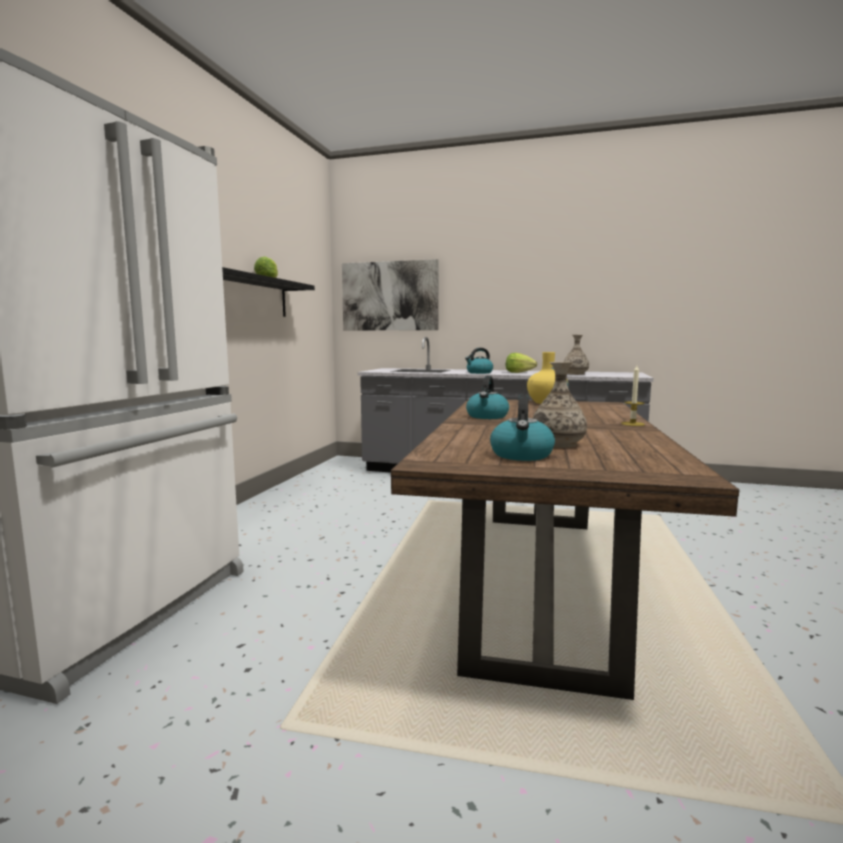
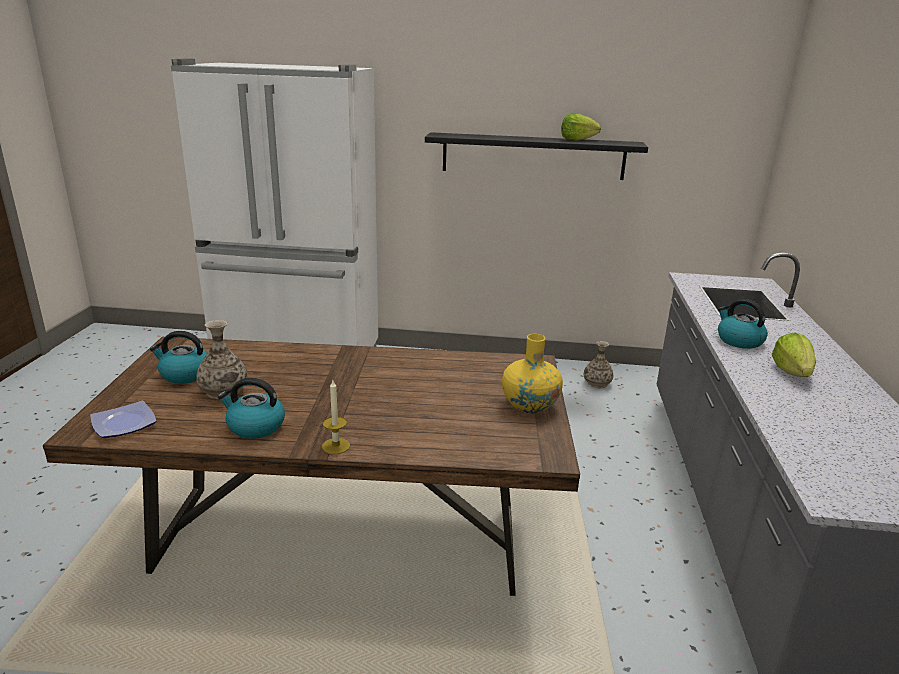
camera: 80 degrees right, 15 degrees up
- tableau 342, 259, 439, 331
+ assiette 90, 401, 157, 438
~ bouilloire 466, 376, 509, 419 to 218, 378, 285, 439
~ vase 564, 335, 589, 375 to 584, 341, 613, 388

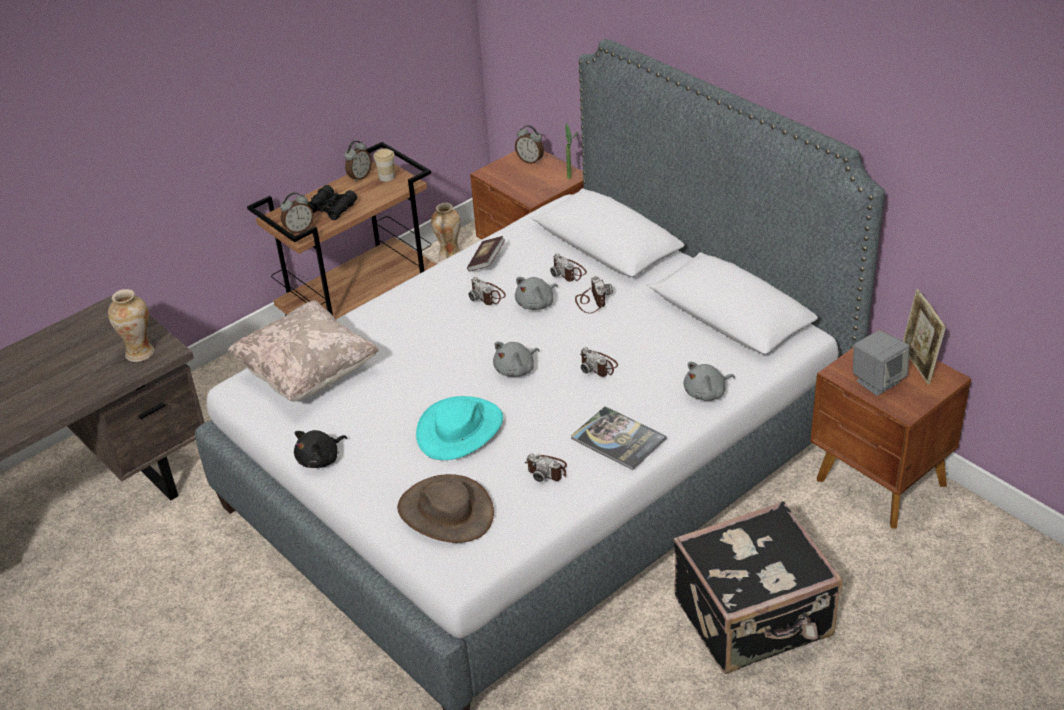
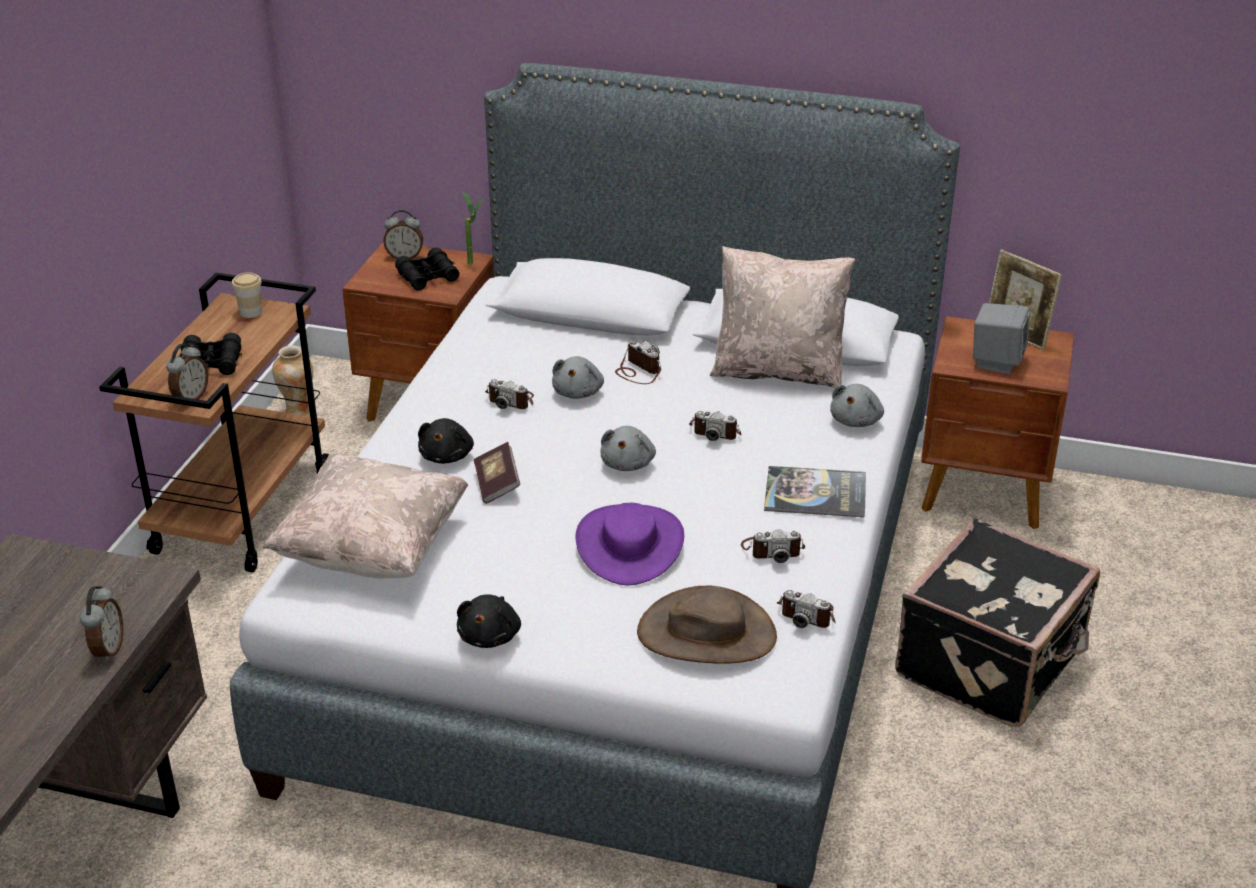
camera: 35 degrees left, 5 degrees down
- vase 108, 289, 154, 362
+ jumelles [noir] 395, 248, 459, 291
+ peluche [noir] 418, 418, 474, 464
+ coussin [beige] 710, 246, 855, 389
~ réveil 344, 141, 372, 182 to 80, 585, 123, 662
~ livre 467, 236, 505, 272 to 474, 442, 520, 504
~ appareil photo 550, 253, 587, 281 to 777, 590, 835, 628
~ chapeau [turquoise] 416, 396, 503, 460 to chapeau [violet] 576, 503, 684, 585

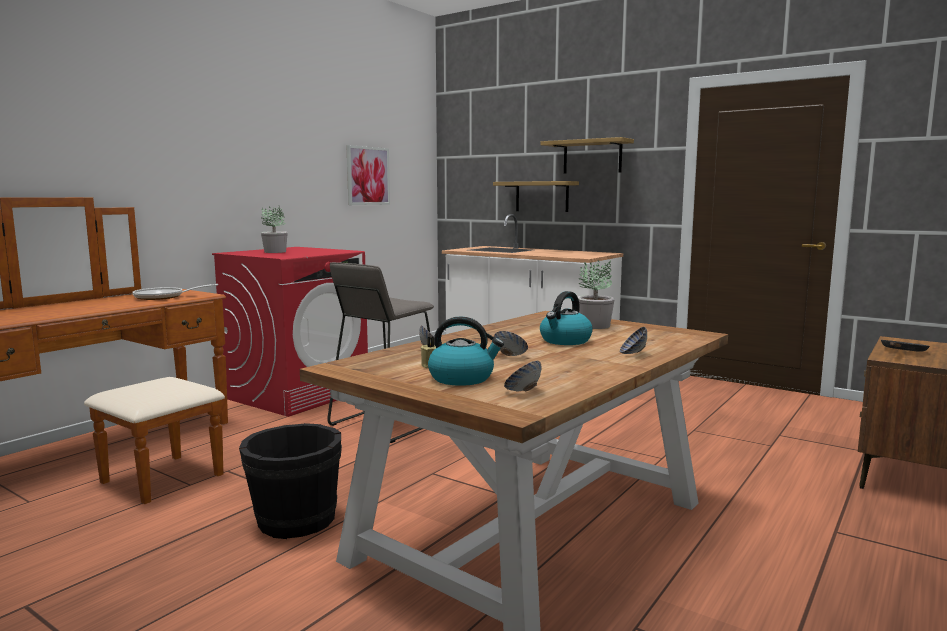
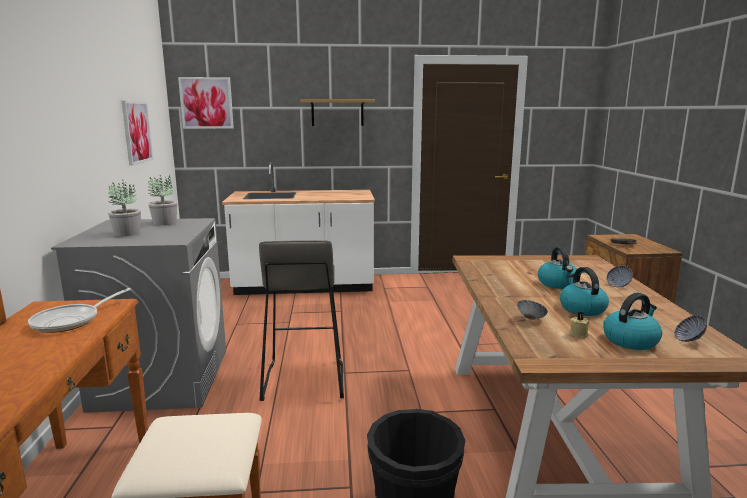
camera: 40 degrees left, 5 degrees up
- étagère 493, 181, 579, 212
+ tableau 178, 77, 234, 129
~ plante en pot 578, 260, 615, 329 to 148, 175, 177, 225
~ bol 494, 331, 528, 356 to bouilloire 560, 267, 609, 316
~ lave-linge [rouge] 212, 247, 368, 417 to lave-linge [gris] 51, 218, 226, 413

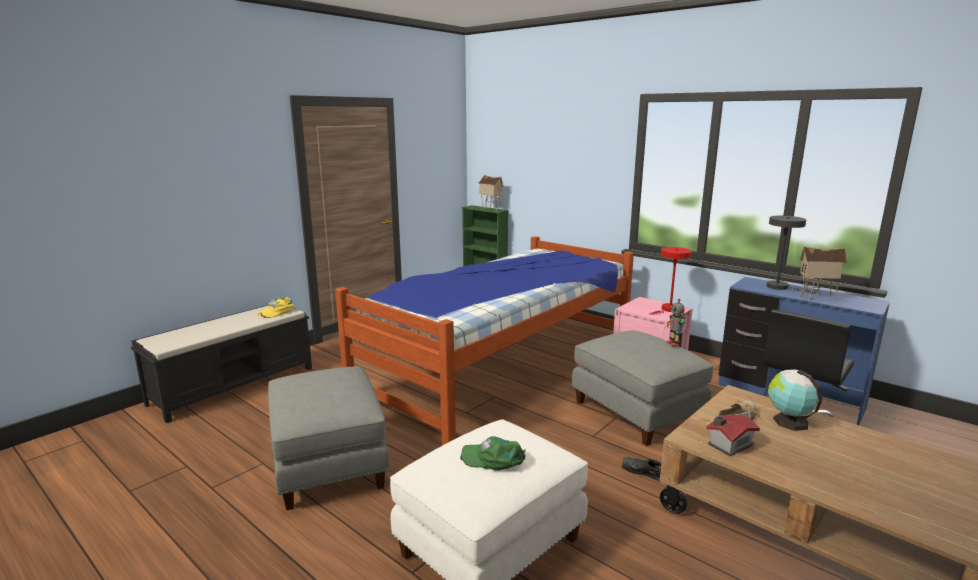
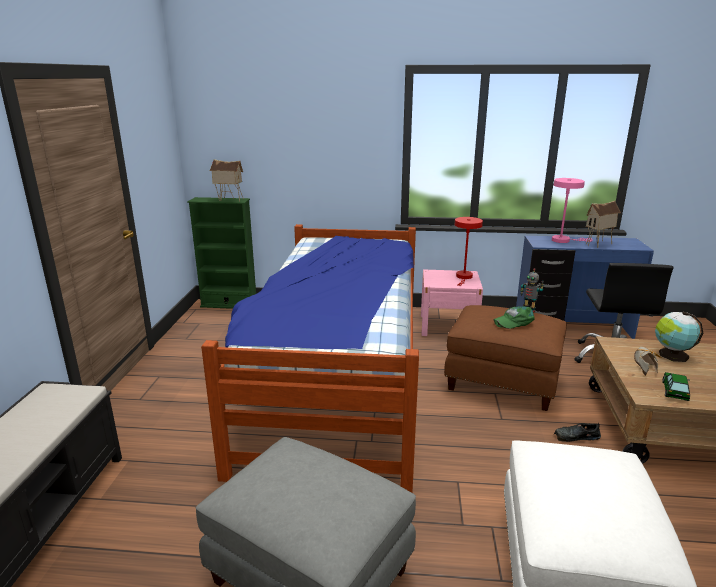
camera: 35 degrees left, 5 degrees up
- casquette [jaune] 258, 297, 294, 318
~ casquette [vert] 460, 436, 526, 470 to 494, 306, 534, 329
~ maison miniature 706, 415, 760, 456 to petite voiture 662, 372, 690, 401
~ pouf [gris] 572, 330, 714, 446 to pouf [marron] 444, 305, 567, 411
~ lampe de table [gris] 766, 216, 817, 294 to lampe de table [rose] 552, 178, 592, 243

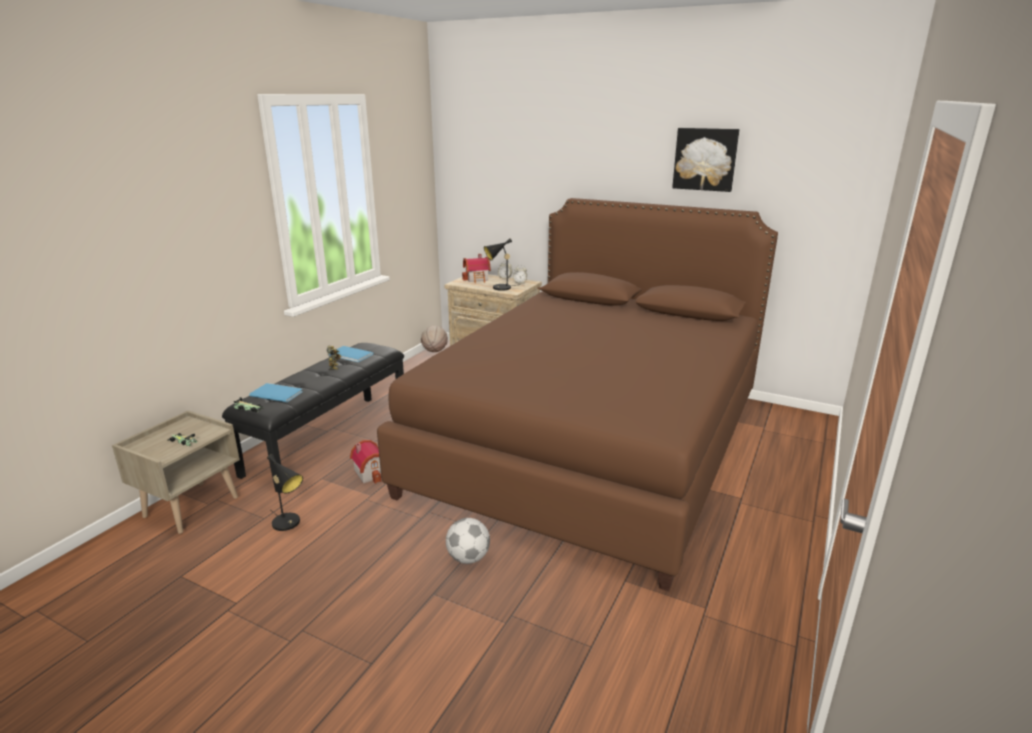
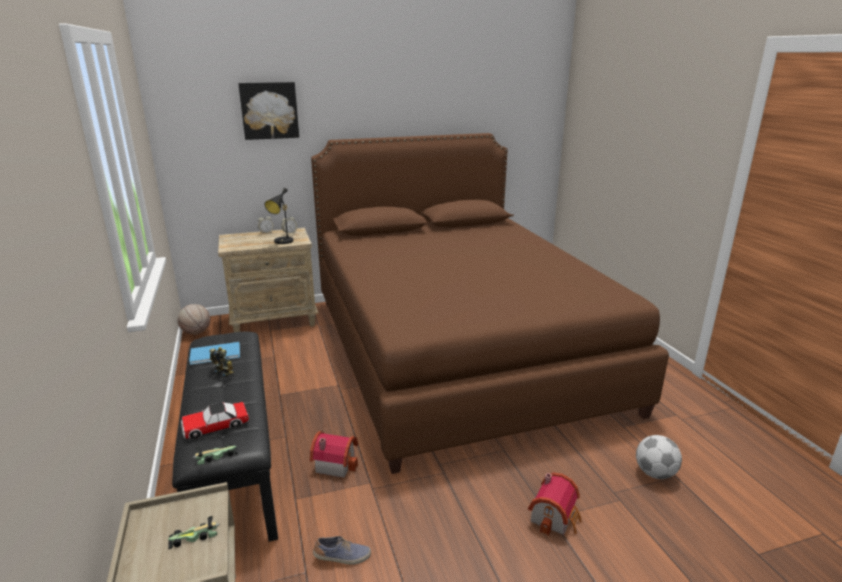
camera: 45 degrees left, 0 degrees up
~ ballon de foot 446, 518, 490, 564 to 636, 435, 682, 479
~ maison miniature 462, 254, 491, 283 to 528, 473, 582, 536
~ tableau 672, 128, 739, 192 to 238, 82, 299, 140
~ livre [bleu] 249, 383, 303, 402 to petite voiture 181, 402, 249, 439
~ lampe de table [noir] 267, 454, 303, 531 to chaussure 313, 536, 371, 565

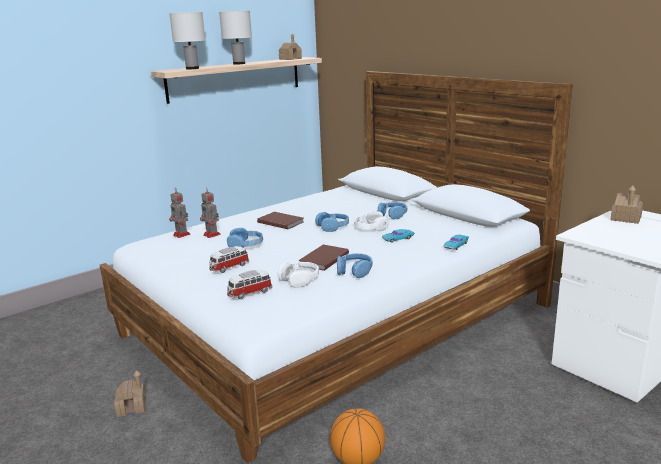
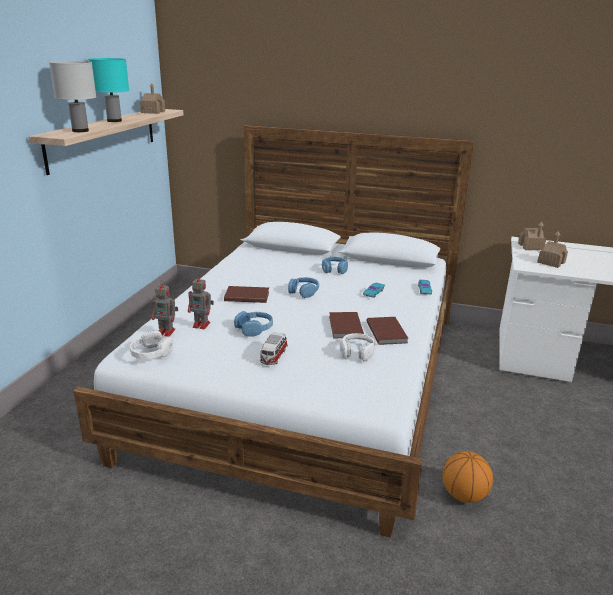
camera: 35 degrees left, 5 degrees up
- petite voiture 227, 270, 272, 299
~ maison miniature 114, 370, 146, 417 to 537, 231, 568, 268
~ casque audio [blanc] 354, 211, 388, 231 to 130, 331, 173, 359
~ casque audio [bleu] 337, 253, 372, 278 to livre [marron] 366, 317, 409, 345
~ lampe de table [blanc] 219, 11, 252, 65 to lampe de table [turquoise] 88, 58, 129, 122

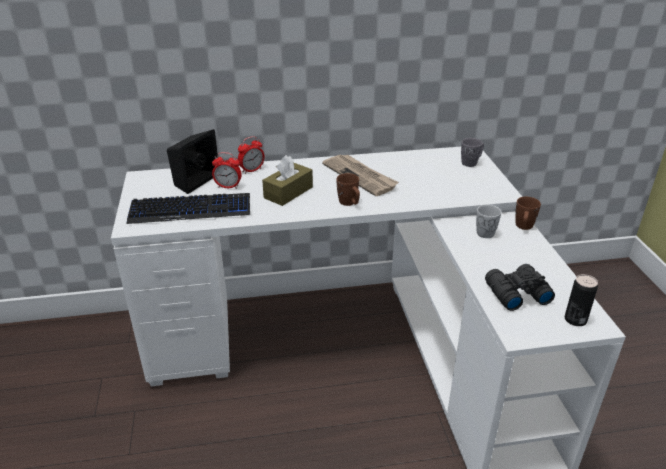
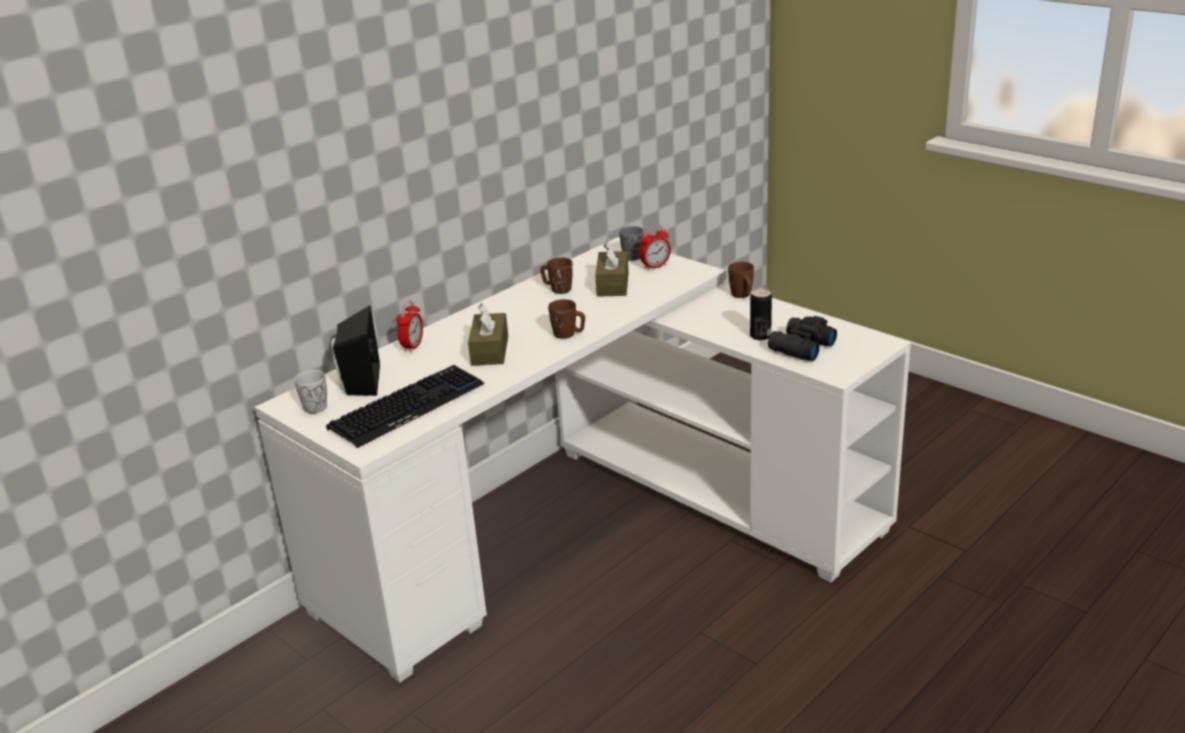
camera: 35 degrees left, 5 degrees down
- journal 322, 154, 399, 196
+ mug [marron] 540, 257, 573, 294
+ boîte à mouchoirs [marron] 595, 240, 629, 297
~ réveil 212, 152, 242, 189 to 639, 225, 671, 270
~ mug [blanc] 476, 204, 501, 238 to 294, 370, 327, 414
~ boîte métallique 565, 274, 598, 326 to 750, 288, 772, 340

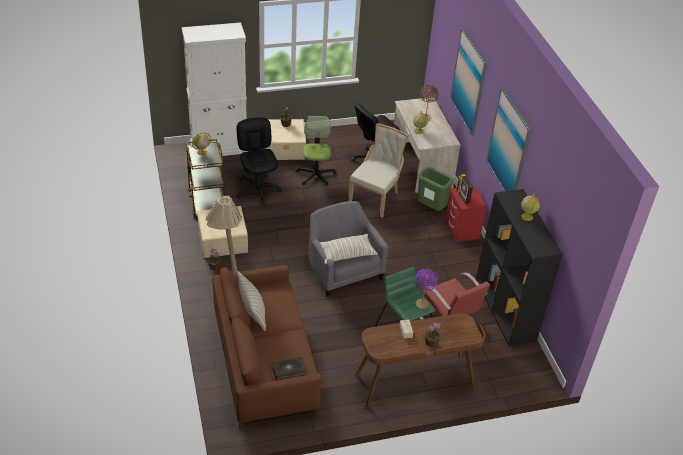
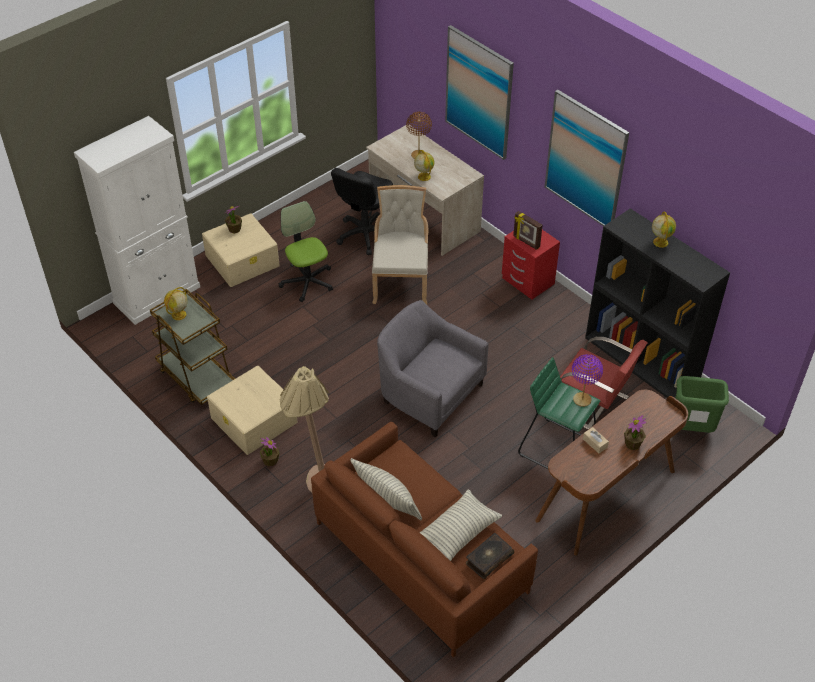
camera: 25 degrees left, 5 degrees up
- chaise de bureau [noir] 236, 117, 282, 205
~ coussin 320, 234, 377, 264 to 420, 489, 502, 561
~ poubelle [vert] 418, 167, 454, 211 to 675, 376, 729, 433

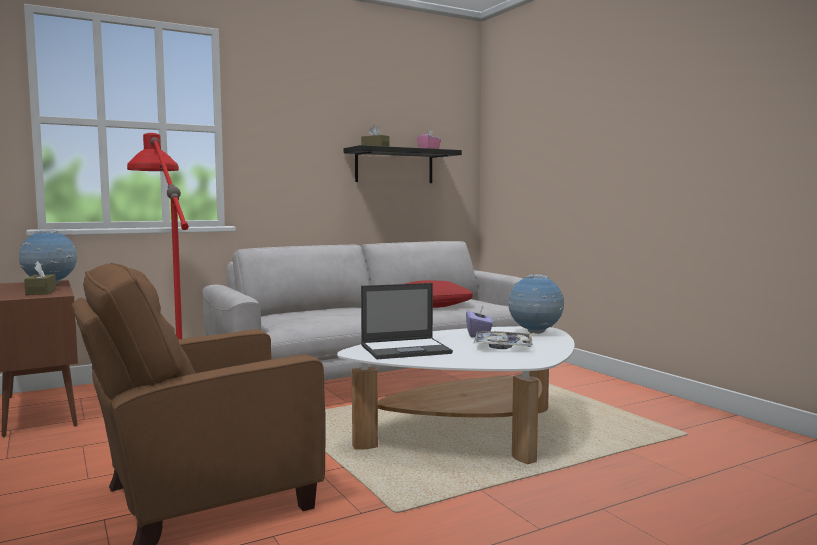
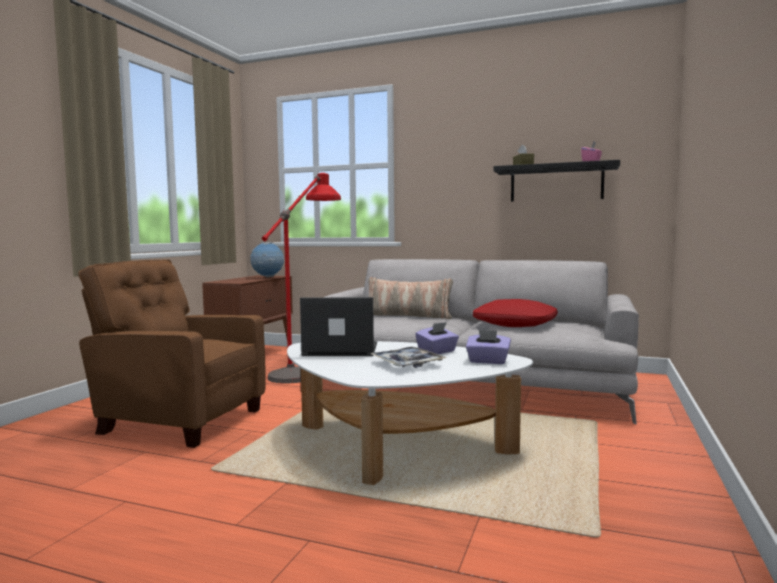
camera: 50 degrees right, 0 degrees up
- boîte à mouchoirs [marron] 24, 261, 56, 295
+ coussin 368, 277, 453, 319
~ globe 508, 274, 564, 334 to boîte à mouchoirs [violet] 466, 329, 511, 364
~ ordinateur portable 361, 283, 453, 359 = 300, 297, 377, 356 150 degrees clockwise

